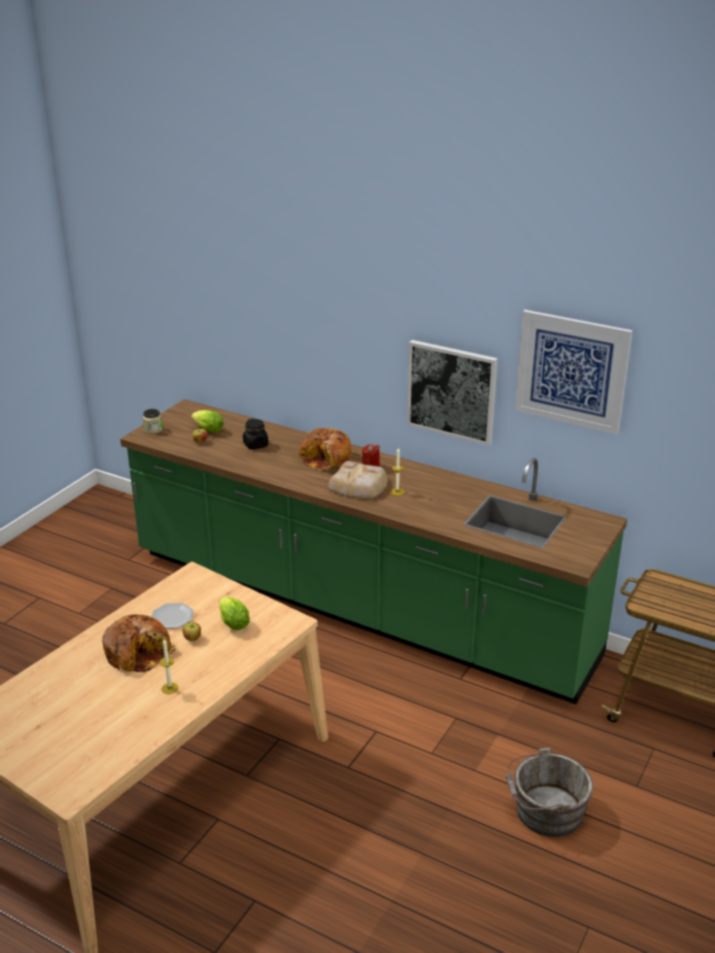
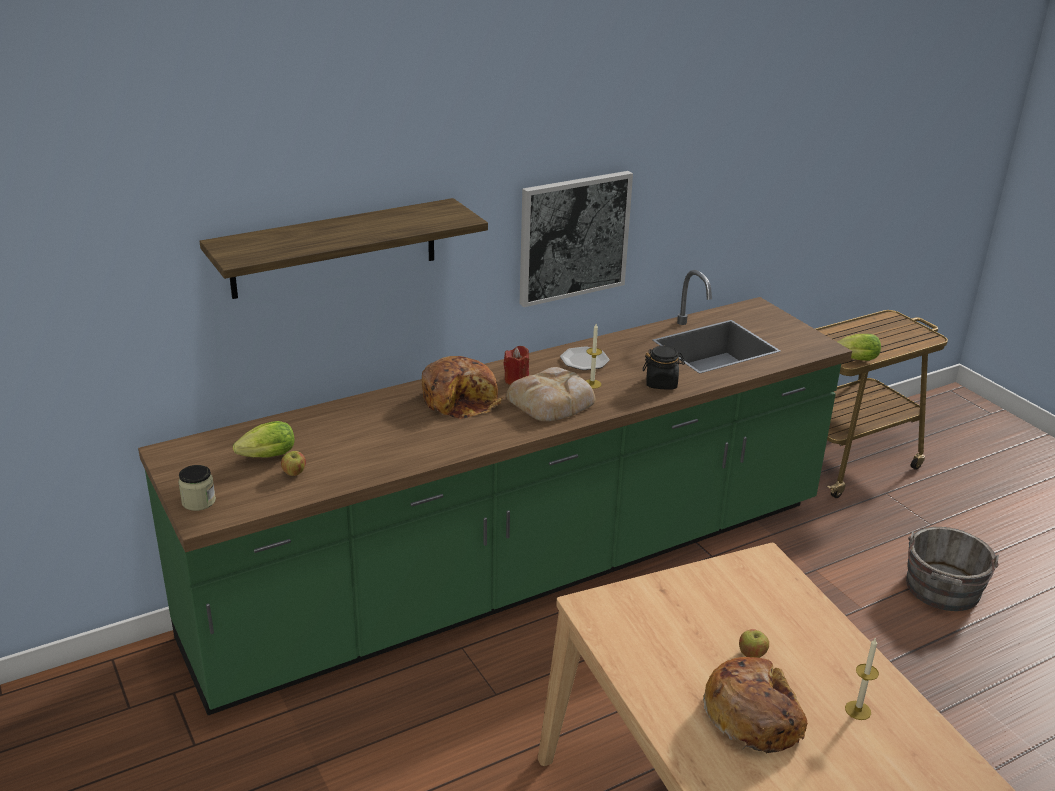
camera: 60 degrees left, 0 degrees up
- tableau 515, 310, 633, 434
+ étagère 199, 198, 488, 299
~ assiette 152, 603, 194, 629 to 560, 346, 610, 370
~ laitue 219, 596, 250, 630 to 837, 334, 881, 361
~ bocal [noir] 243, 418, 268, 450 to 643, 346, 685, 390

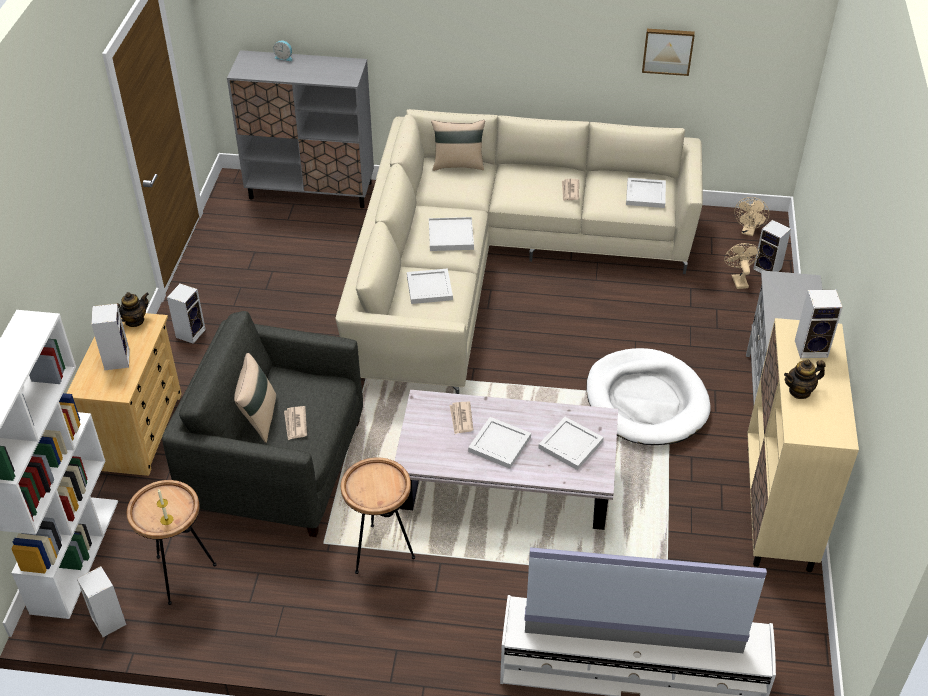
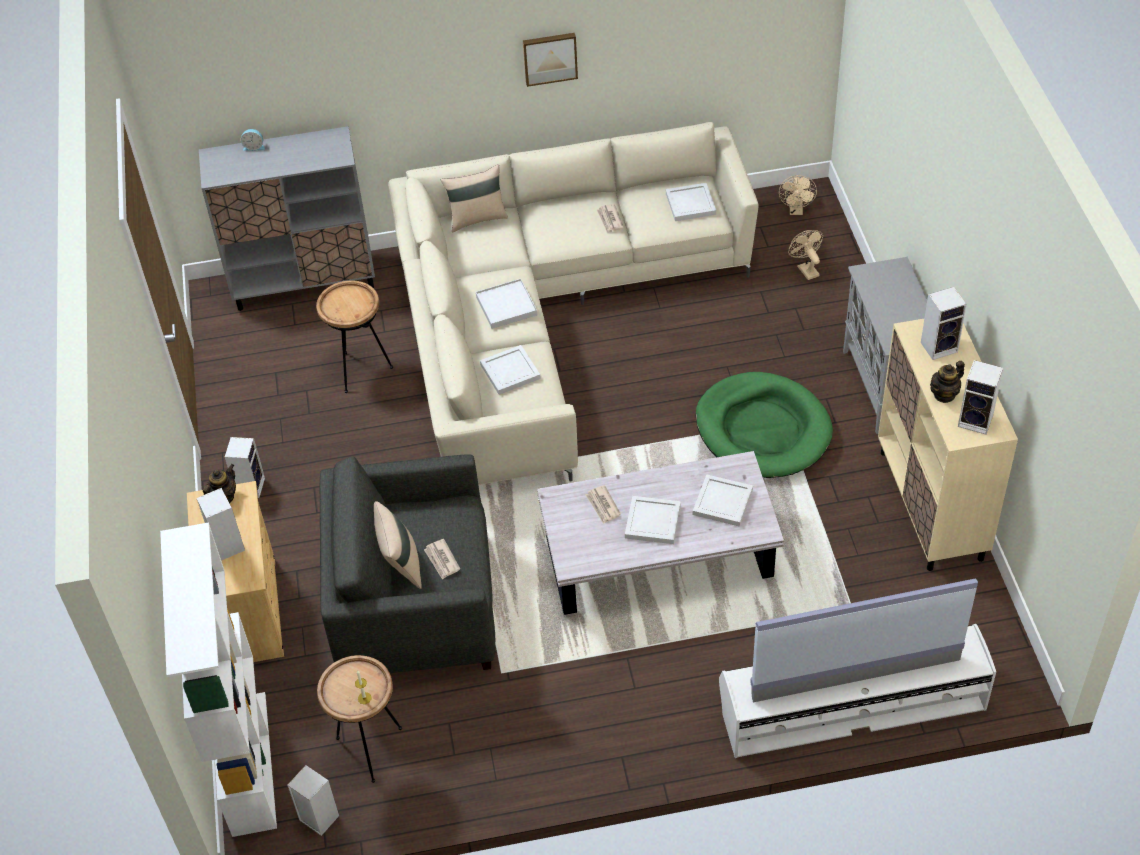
camera: 15 degrees left, 5 degrees up
~ table d'appoint [marron] 341, 458, 415, 574 to 316, 280, 393, 393
~ tableau 642, 29, 695, 76 to 523, 33, 578, 87
~ enceinte 753, 220, 791, 273 to 958, 360, 1003, 435
~ panier pour chien [blanc] 586, 348, 710, 445 to panier pour chien [vert] 696, 372, 833, 478

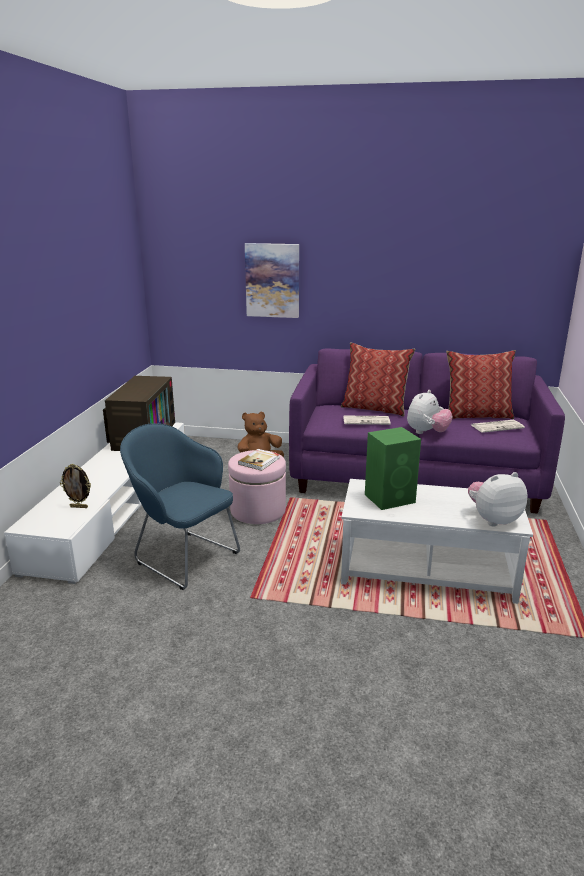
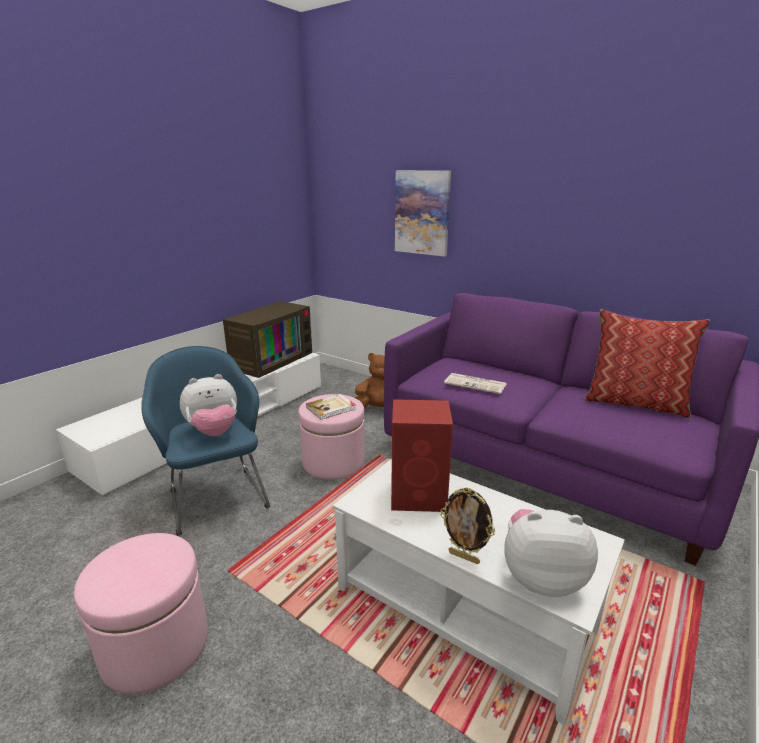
camera: 25 degrees right, 0 degrees up
- coussin 341, 342, 415, 417
- journal 472, 420, 525, 433
+ pouf [rose] 74, 533, 208, 694
~ cadre photo 60, 464, 91, 508 to 440, 487, 495, 564
~ peluche 407, 390, 453, 434 to 180, 374, 237, 436
~ enceinte [vert] 365, 427, 421, 510 to enceinte [rouge] 391, 399, 453, 512

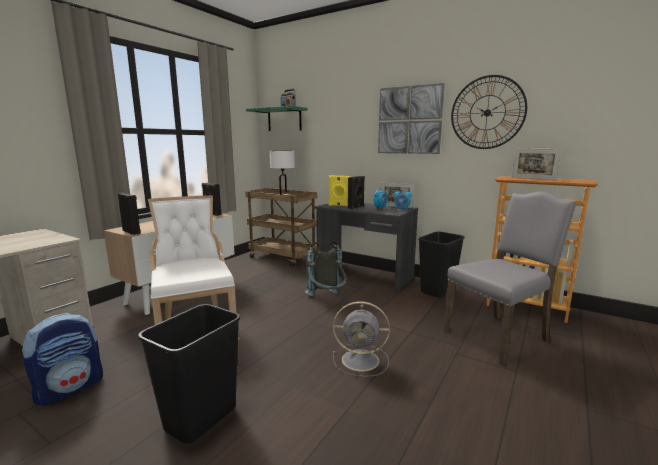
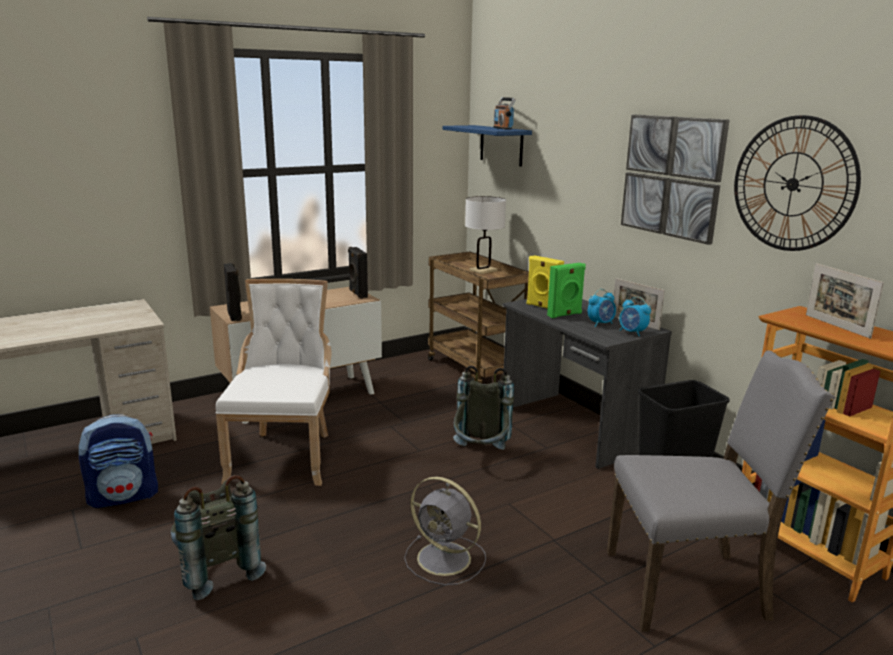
camera: 25 degrees right, 5 degrees up
~ poubelle [noir] 138, 304, 240, 443 to sac à dos [gris] 171, 475, 266, 600
~ étagère [vert] 246, 106, 308, 131 to étagère [bleu] 443, 125, 532, 166
~ enceinte [noir] 348, 176, 365, 209 to enceinte [vert] 547, 263, 586, 318

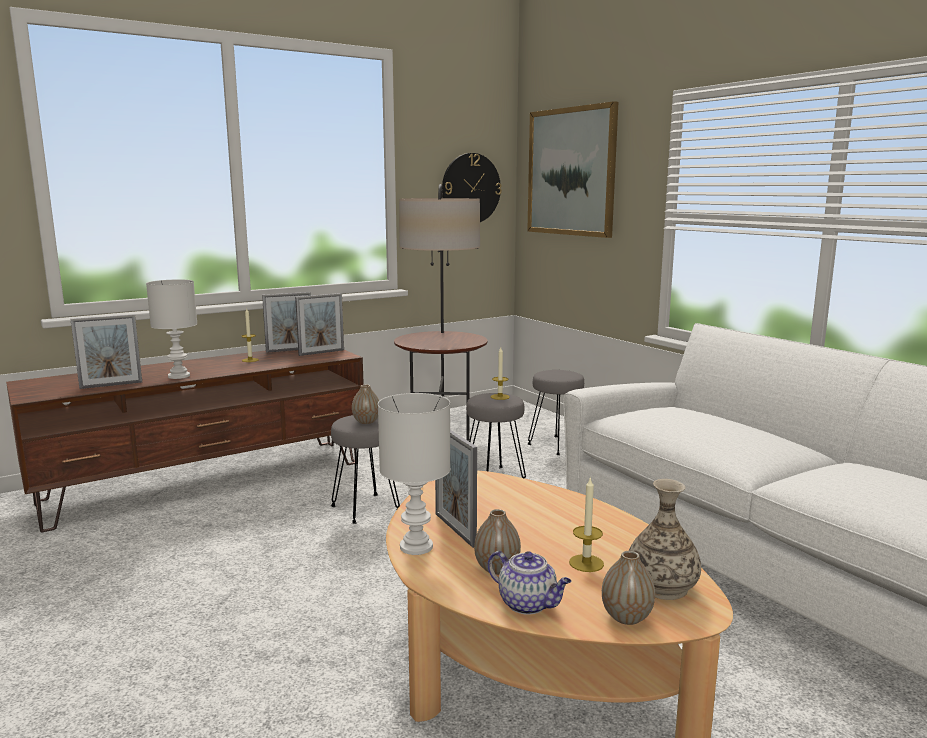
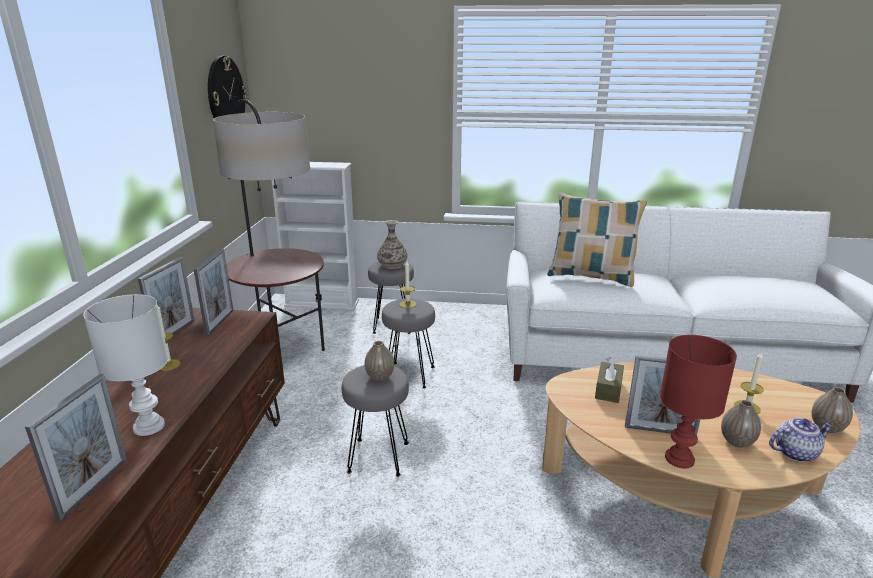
camera: 50 degrees left, 10 degrees up
- tableau 527, 101, 618, 238
+ bibliothèque [blanc] 272, 162, 359, 310
+ coussin 548, 193, 647, 287
+ boîte à mouchoirs [marron] 595, 357, 624, 403
~ vase 628, 479, 701, 600 to 377, 220, 407, 269
~ lampe de table [blanc] 378, 393, 451, 555 to lampe de table [rouge] 660, 335, 737, 469

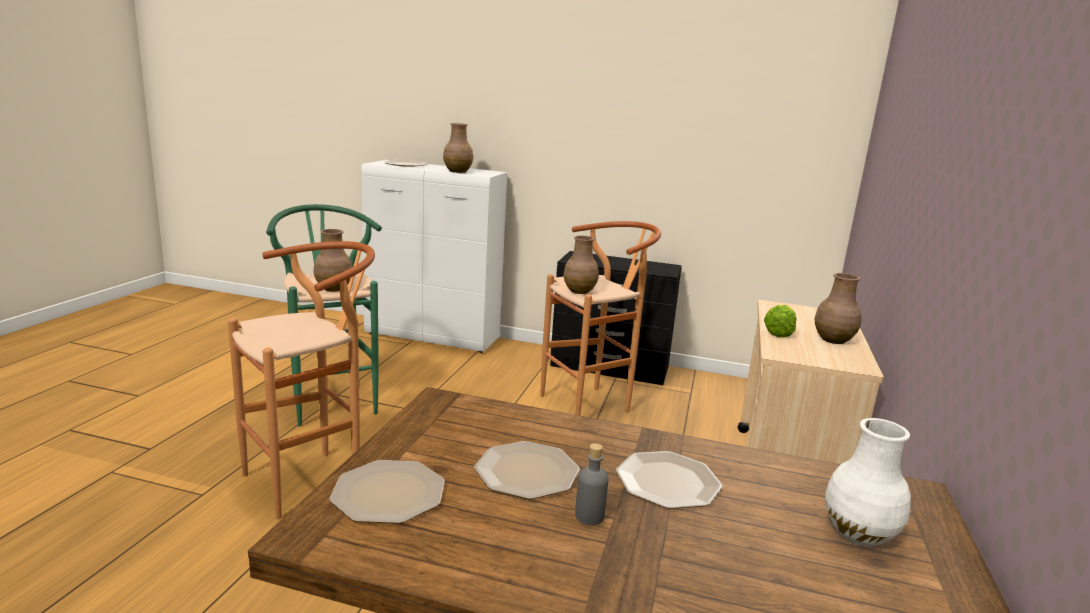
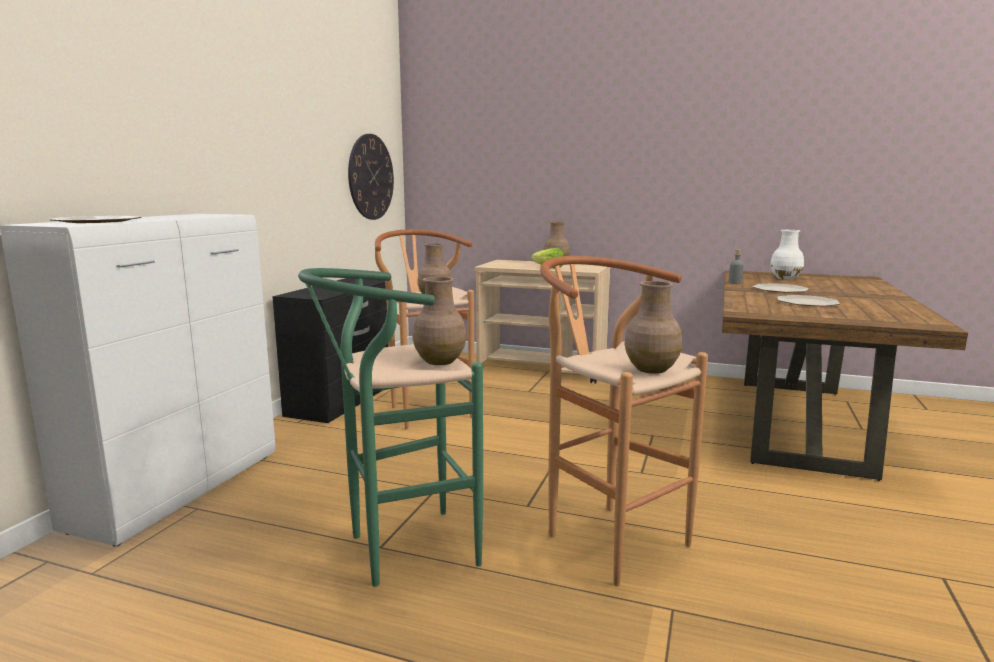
camera: 85 degrees left, 5 degrees down
- assiette 329, 460, 445, 524
+ horloge murale 348, 134, 394, 220
~ vase [marron] 443, 123, 473, 173 to 624, 281, 682, 374
~ bouteille [gris] 575, 443, 609, 525 to 729, 249, 744, 284

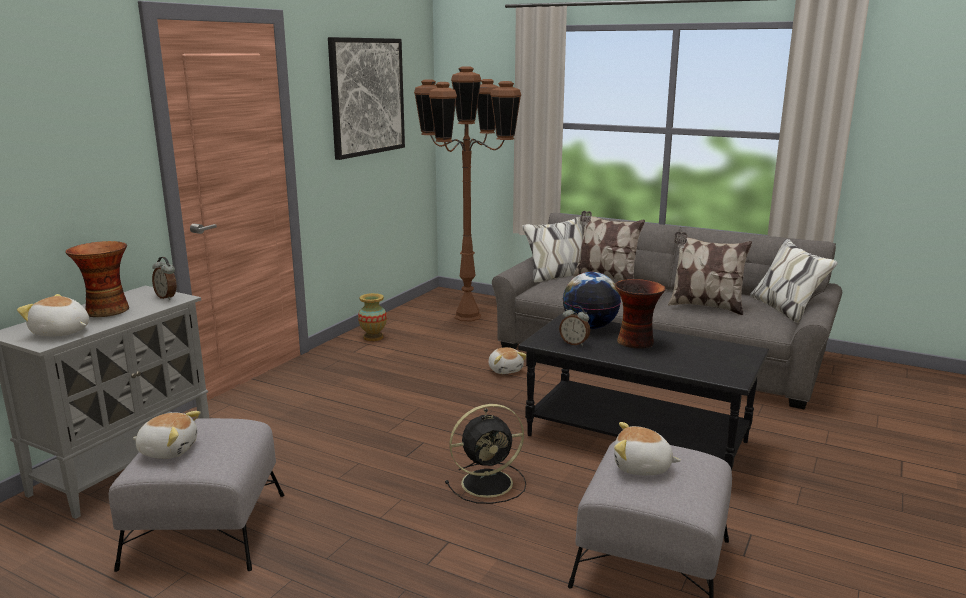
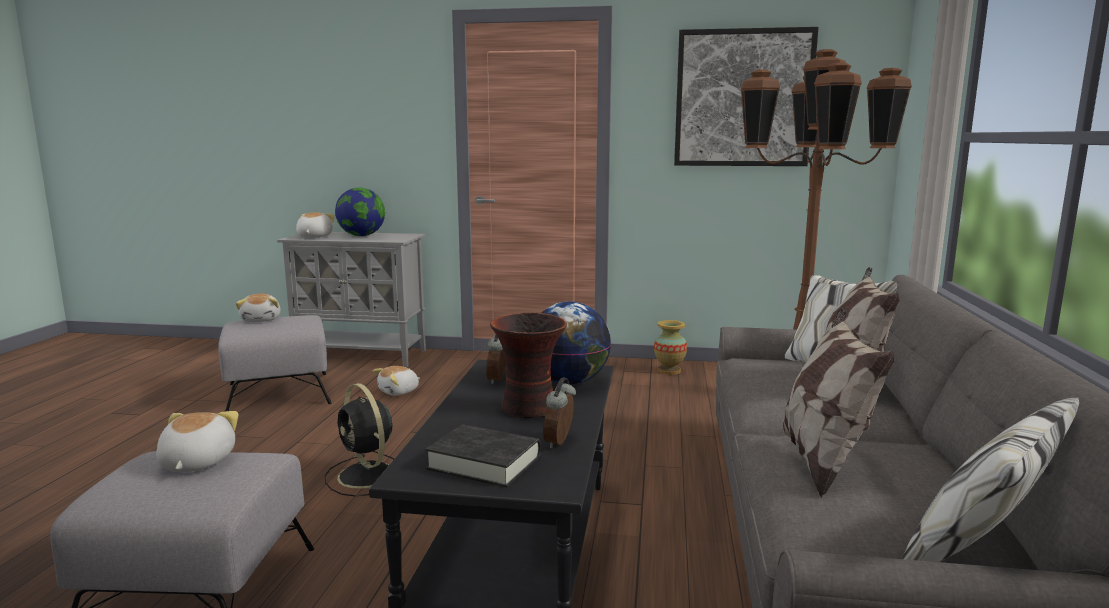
camera: 70 degrees right, 5 degrees down
+ livre [noir] 425, 424, 541, 488
~ réveil 152, 257, 176, 300 to 543, 378, 576, 449
~ peluche 488, 347, 527, 374 to 373, 366, 420, 396
~ vase 65, 241, 129, 317 to globe 335, 188, 385, 236

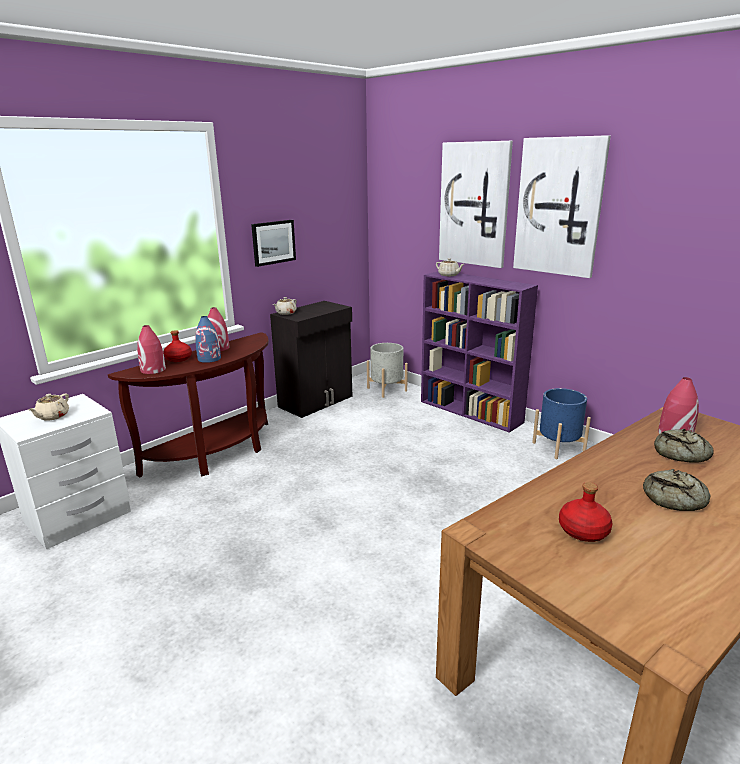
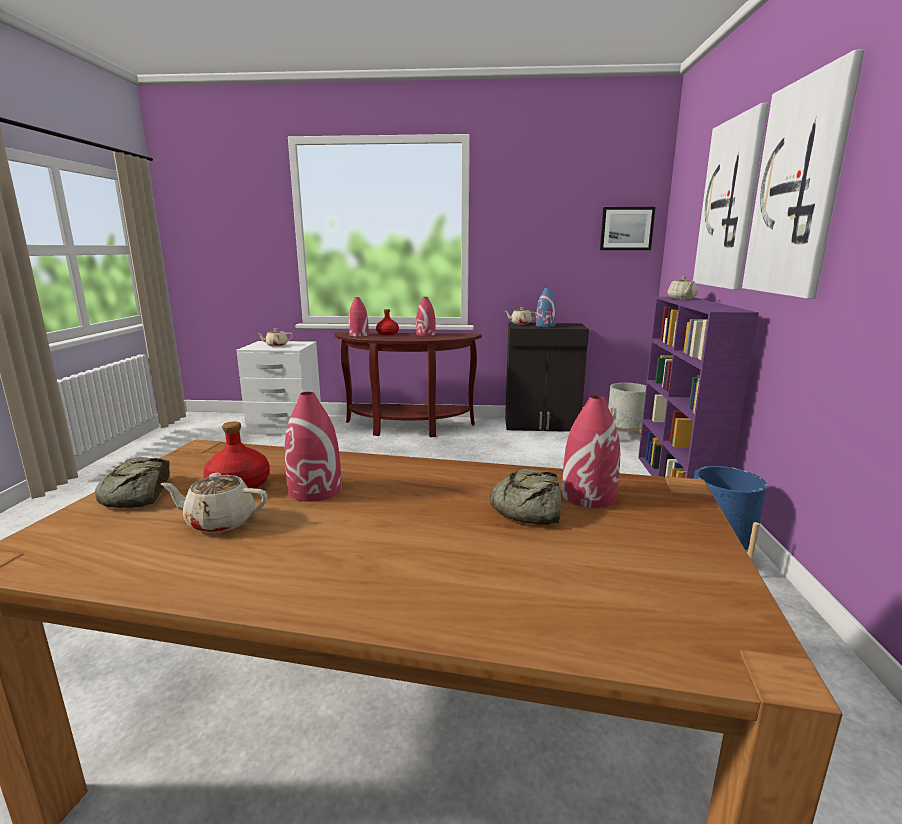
camera: 50 degrees right, 5 degrees down
+ théière [beige] 160, 473, 268, 533
+ vase [rouge] 284, 392, 342, 502
~ vase [bleu] 195, 316, 221, 363 to 536, 288, 556, 327
~ tableau 251, 220, 296, 267 to 600, 207, 655, 250
~ pain 643, 469, 710, 511 to 95, 457, 170, 508

